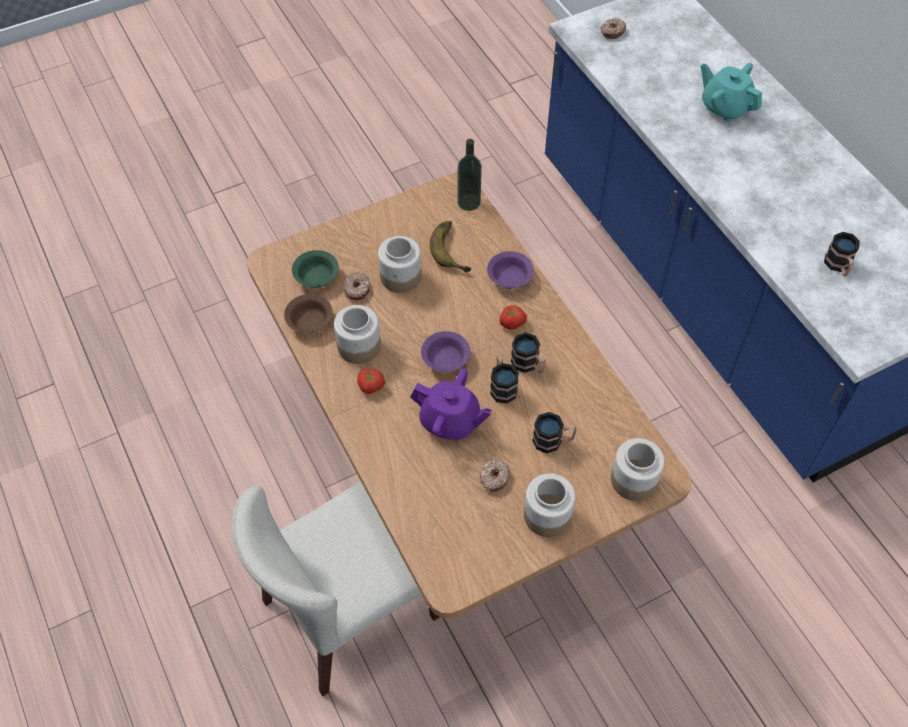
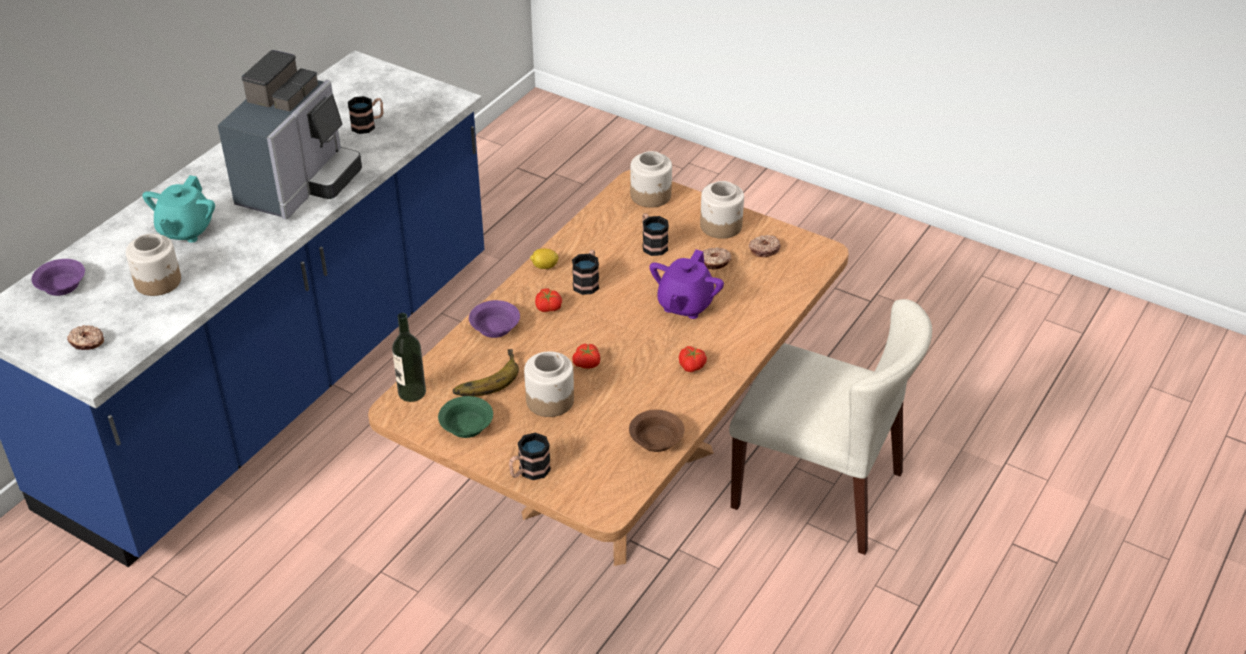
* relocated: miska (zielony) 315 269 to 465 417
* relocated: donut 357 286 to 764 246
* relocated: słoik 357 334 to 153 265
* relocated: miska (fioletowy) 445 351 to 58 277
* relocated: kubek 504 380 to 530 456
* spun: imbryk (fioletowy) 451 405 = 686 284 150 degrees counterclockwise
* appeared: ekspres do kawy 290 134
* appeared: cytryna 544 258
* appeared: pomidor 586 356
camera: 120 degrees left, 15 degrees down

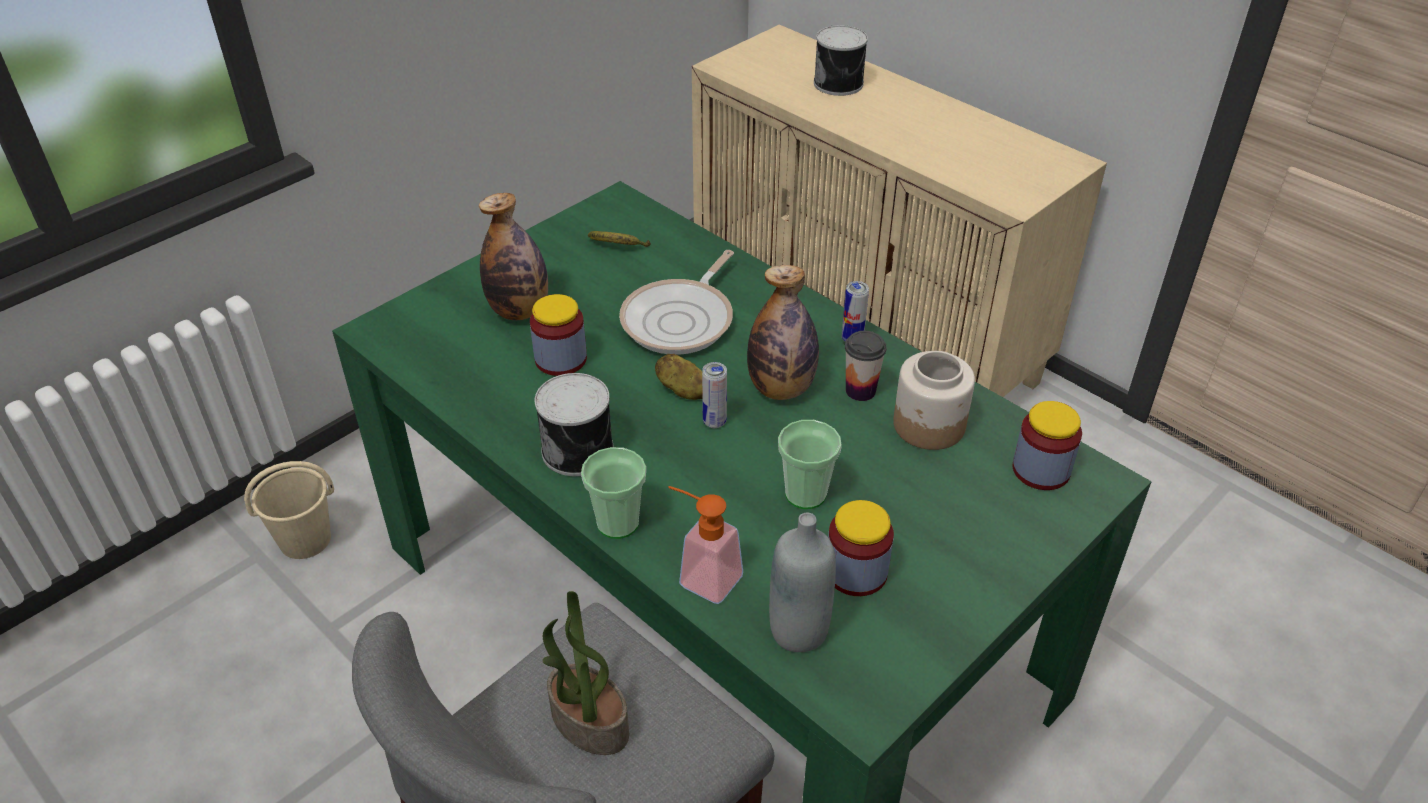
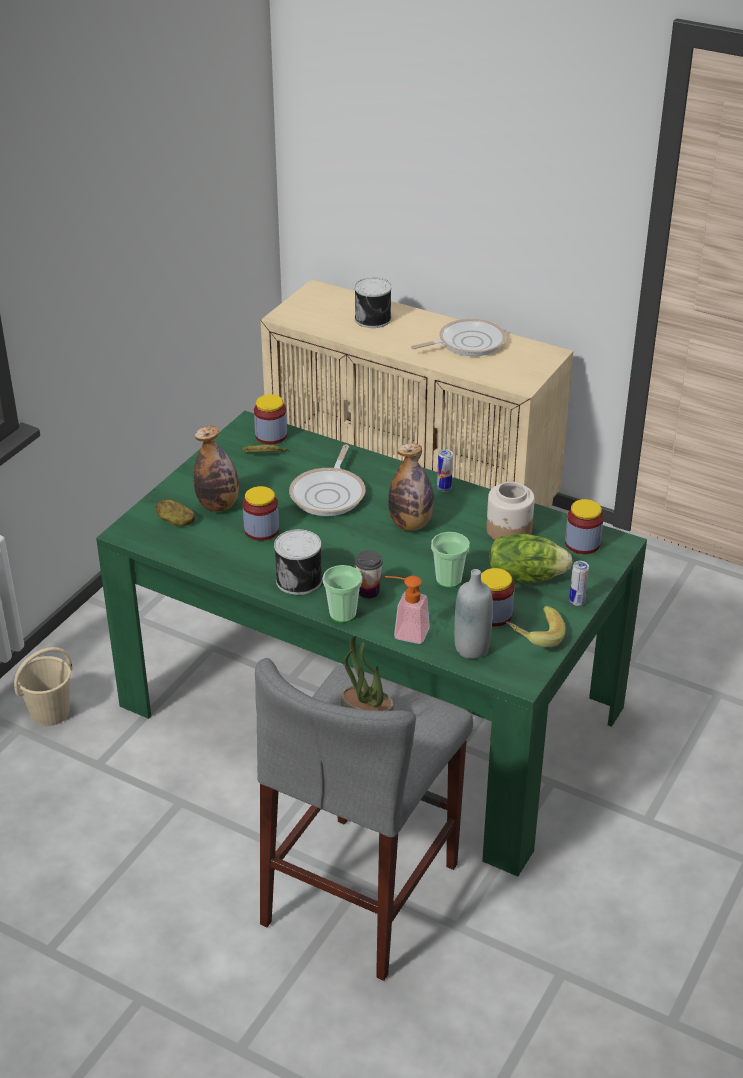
* relocated: filiżanka 866 366 to 369 574
* relocated: ziemniak 678 377 to 175 512
* relocated: puszka 714 395 to 579 583
* appeared: patelnia 458 337
* appeared: słoik 270 419
* appeared: sałata 531 558
* appeared: banan 536 626
camera: 15 degrees left, 5 degrees down

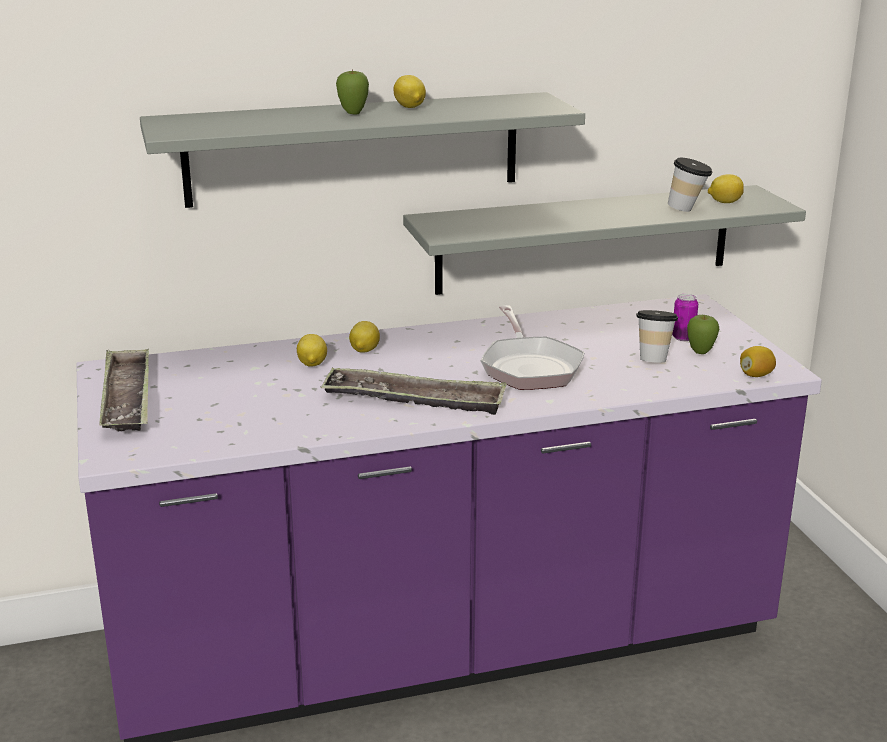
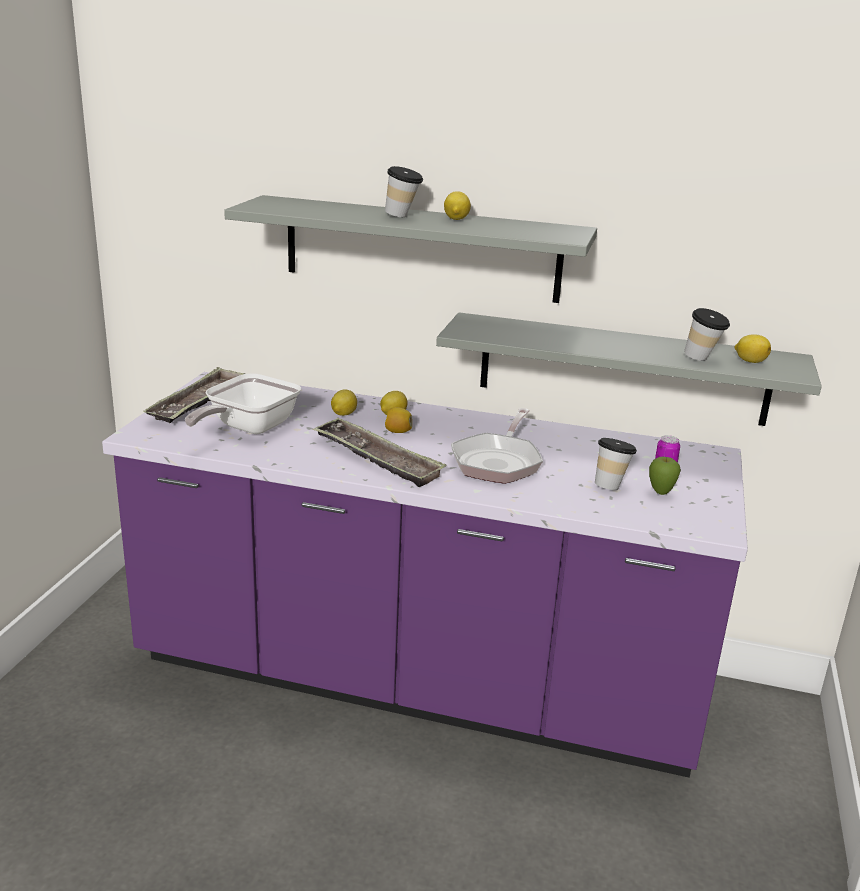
* exchanged: jabłko 352 92 to filiżanka 404 191
* relocated: cytryna 758 361 to 398 420
* appeared: patelnia 243 403
camera: 30 degrees right, 0 degrees up

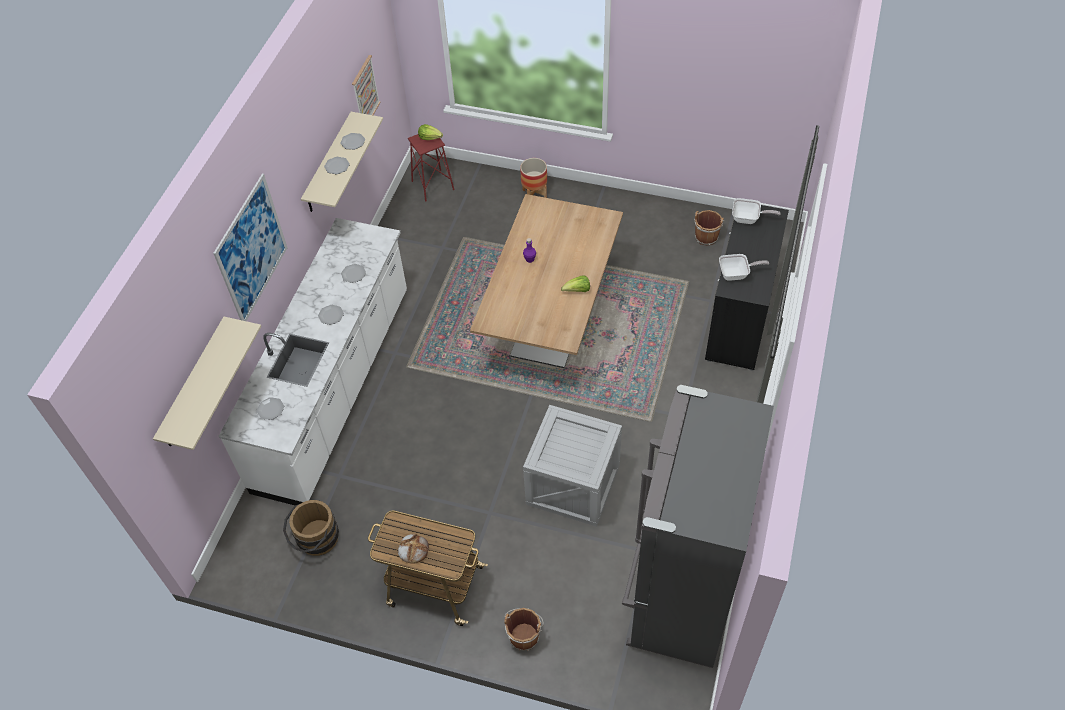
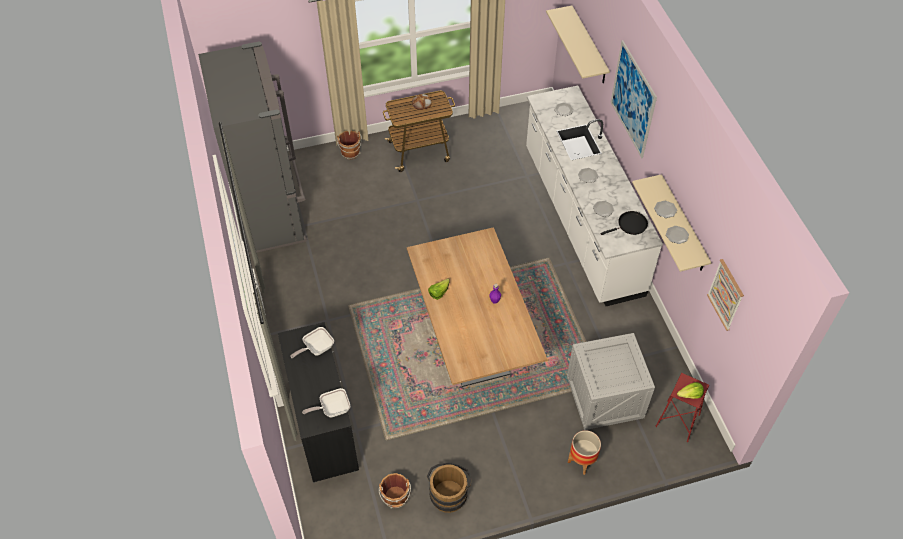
* relocated: skrzynka 572 466 to 611 381
* relocated: wiadro (brązowy) 311 528 to 449 488
* appeared: patelnia (czarny) 624 223
camera: 145 degrees right, 0 degrees up

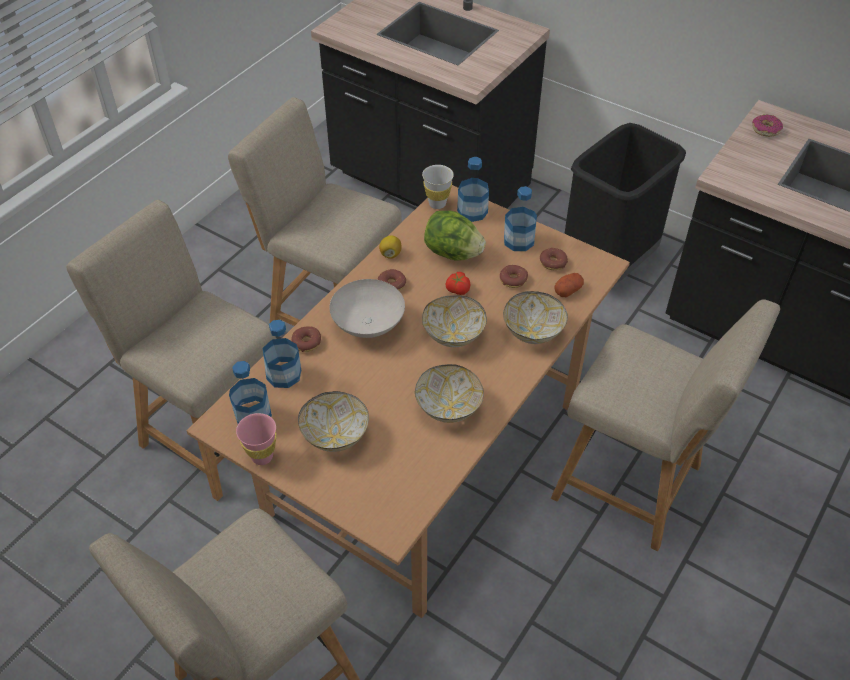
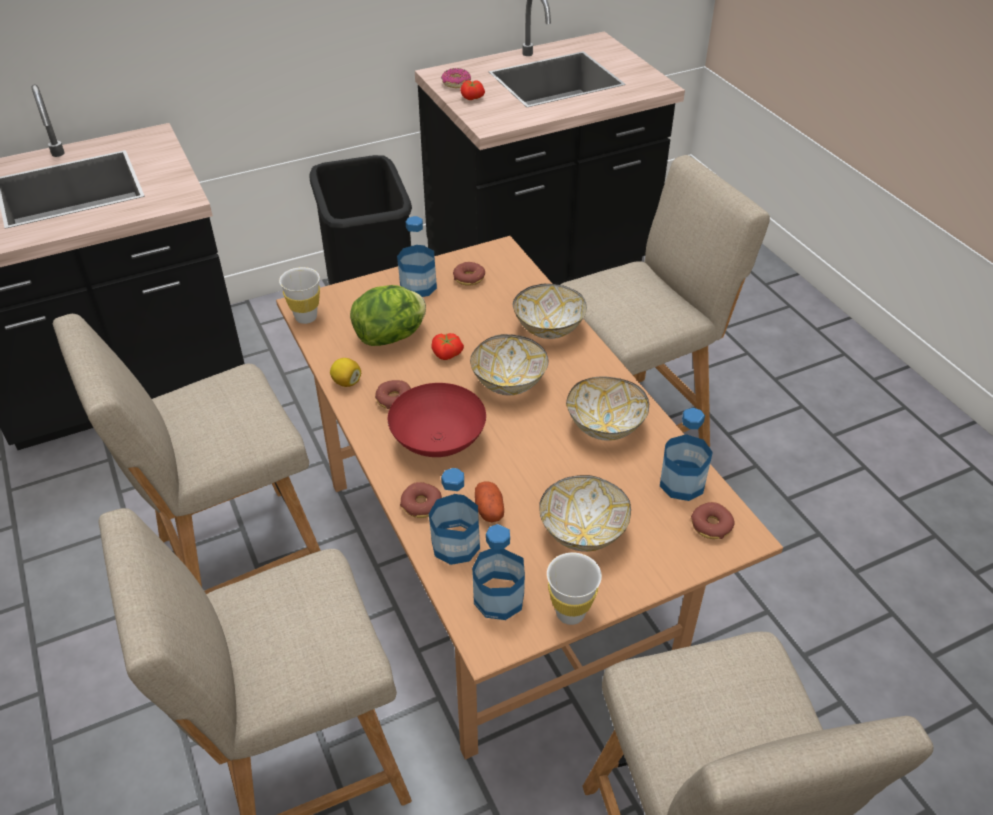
* relocated: butelka 473 189 to 686 454
* relocated: donut 514 276 to 713 520
* relocated: ziemniak 569 285 to 489 501
* colour: miska (biały) 367 308 to miska (czerwony) 437 420
* colour: filiżanka (różowy) 256 439 to filiżanka (biały) 574 589
* appeared: pomidor 472 90
camera: 60 degrees left, 5 degrees down

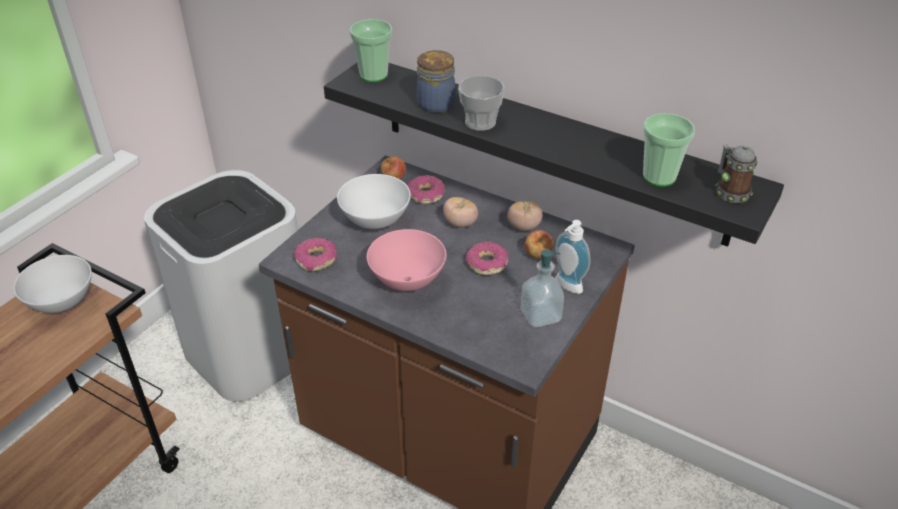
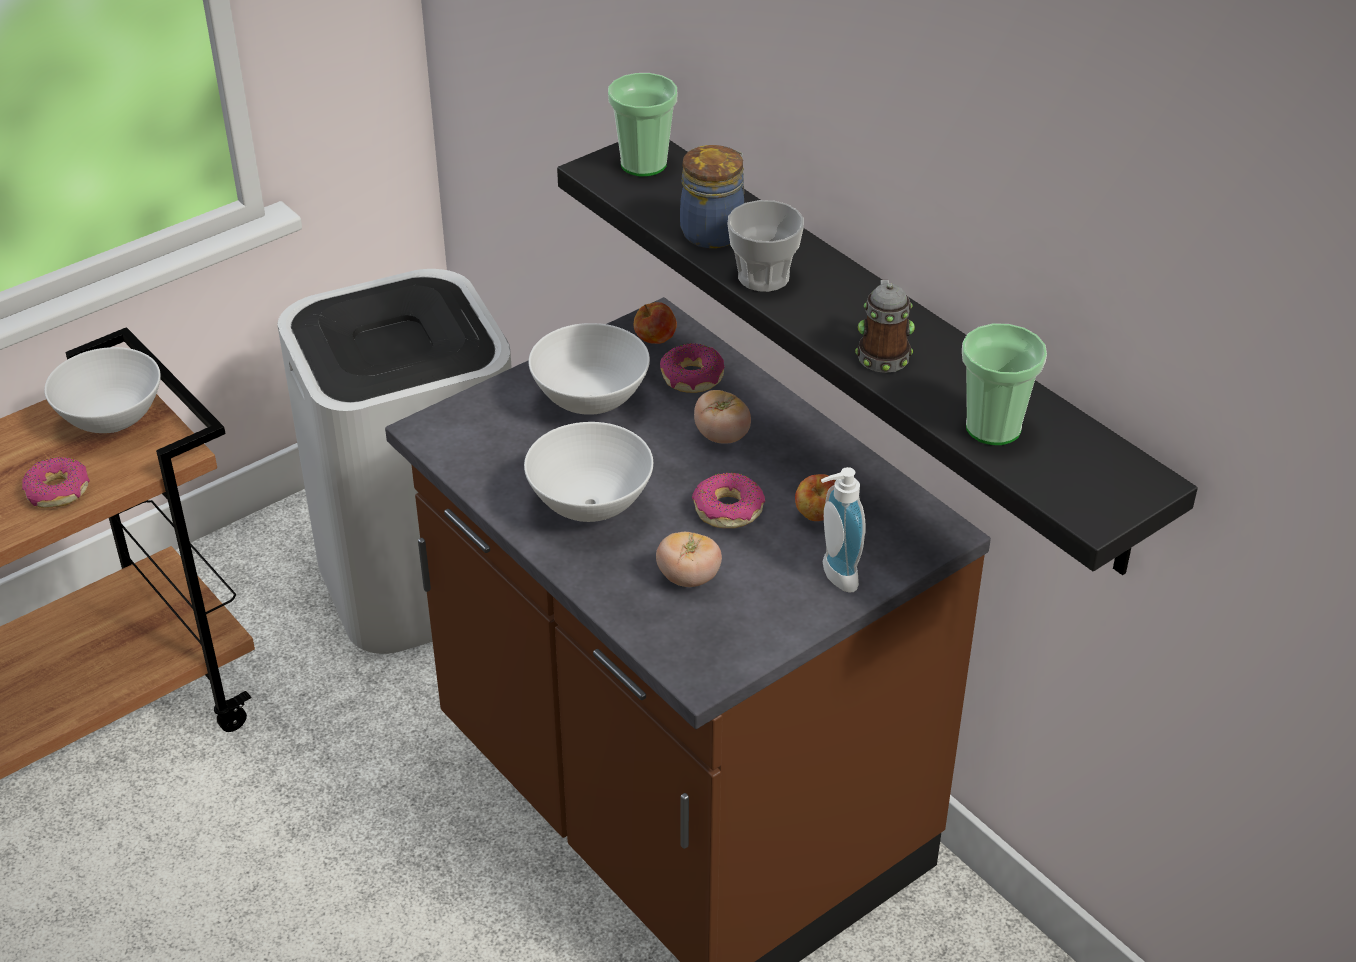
* relocated: kubek 736 174 to 885 326
* relocated: pomidor 525 216 to 689 559
* colour: miska (różowy) 406 260 to miska (biały) 588 472
* relocated: donut 315 255 to 56 482
* missing: dozownik mydła 542 288
camera: 20 degrees right, 0 degrees up

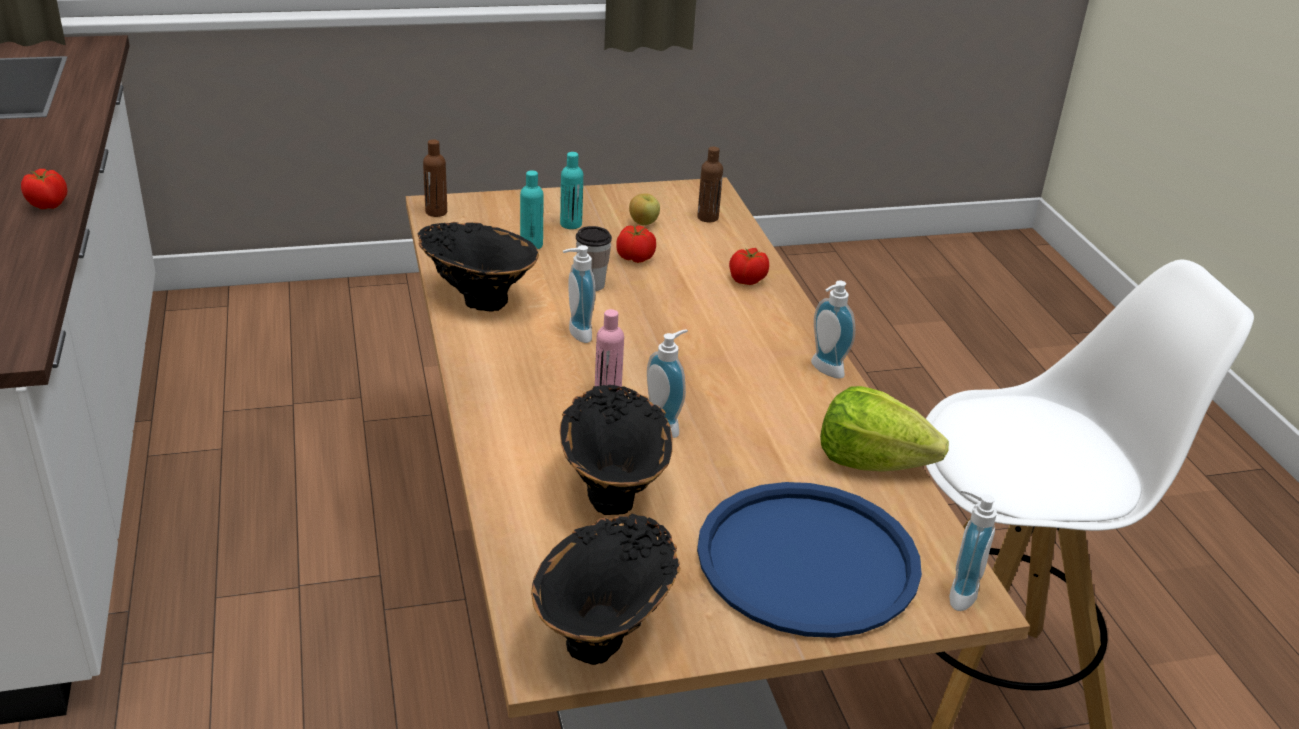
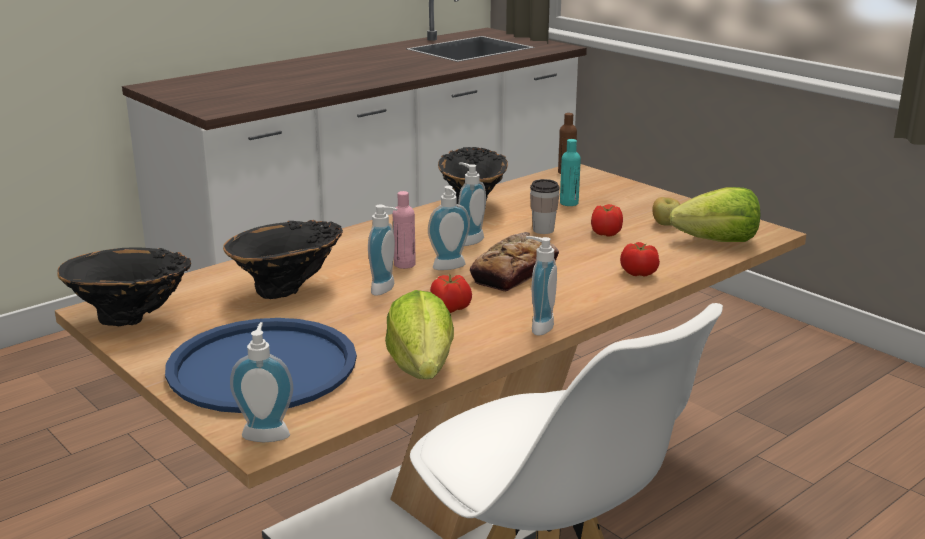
* exchanged: butelka (brązowy) 710 184 to sałata 714 214
* missing: butelka (turkusowy) 571 190
* relocated: pomidor 44 189 to 451 293
* appeared: dozownik mydła 449 228
* appeared: chleb 514 262
camera: 65 degrees right, 10 degrees down

